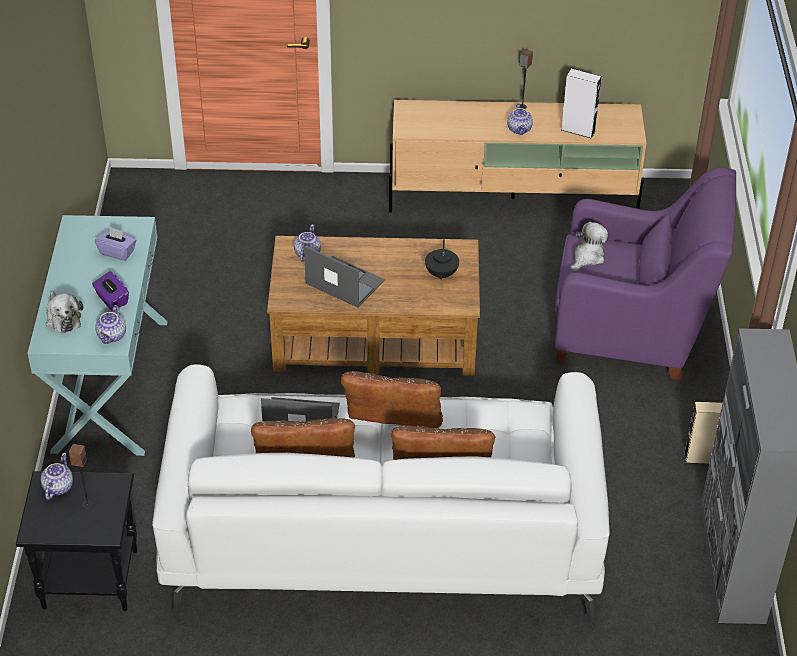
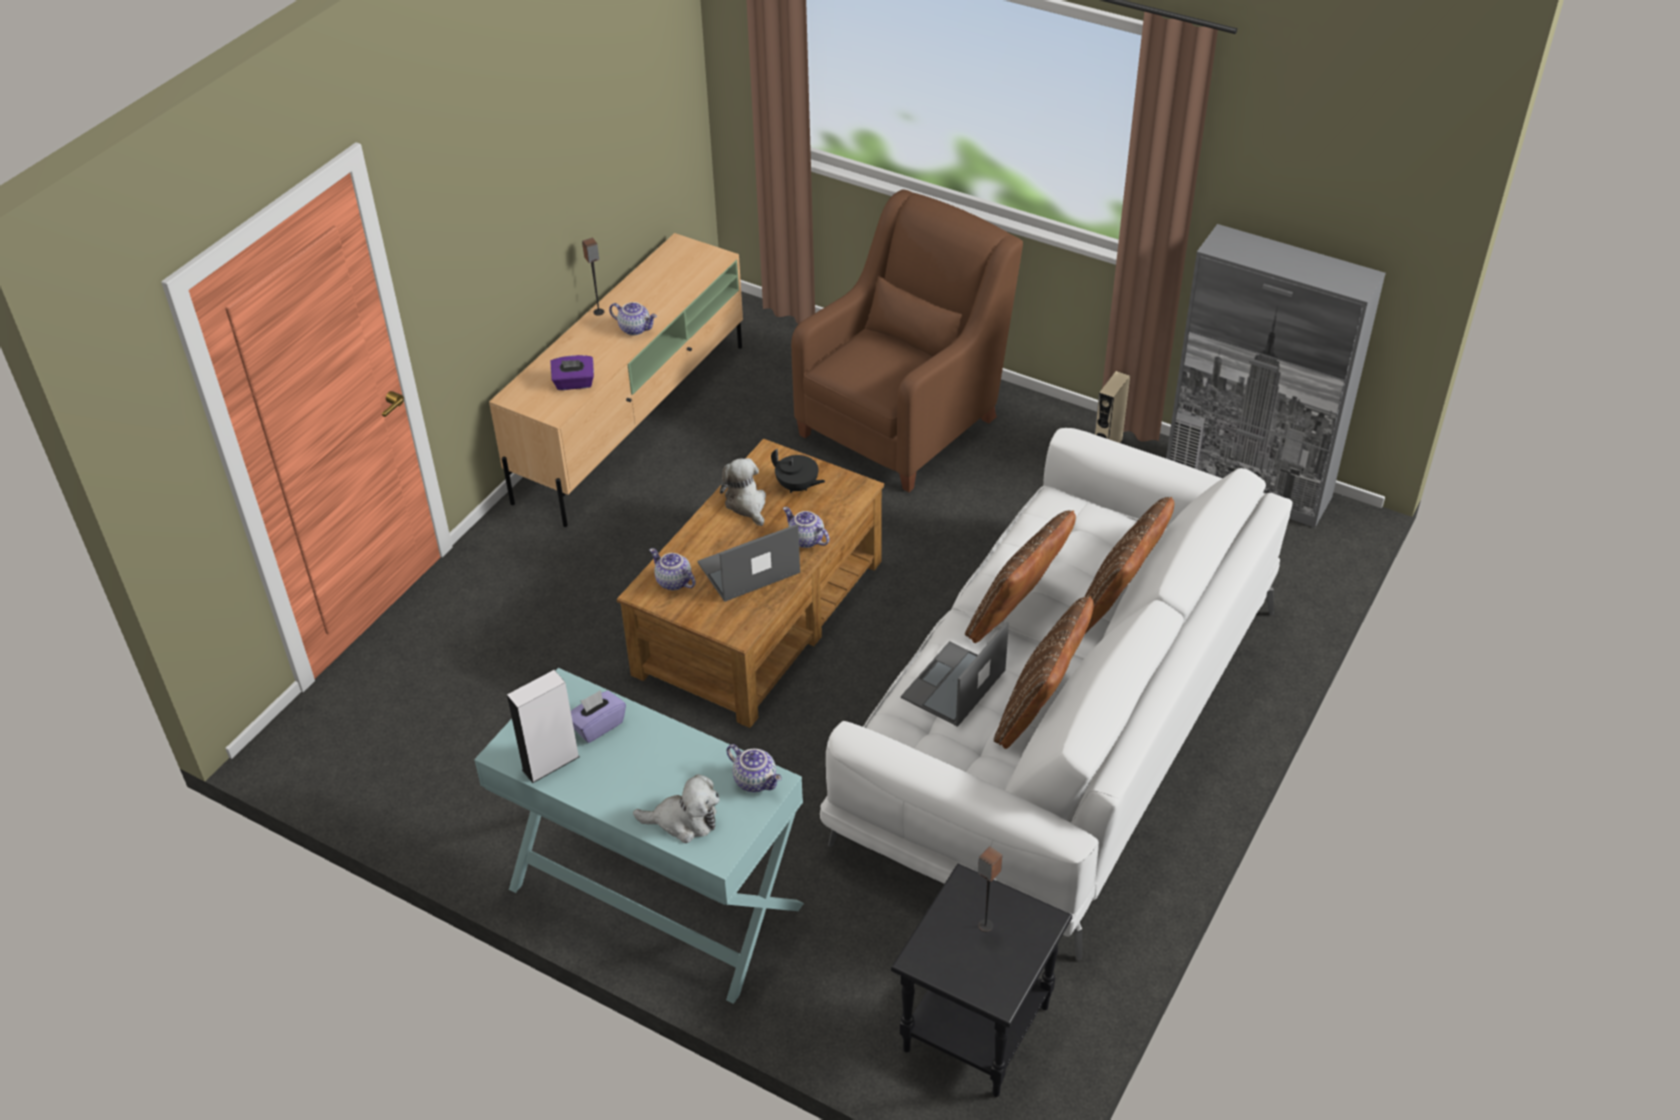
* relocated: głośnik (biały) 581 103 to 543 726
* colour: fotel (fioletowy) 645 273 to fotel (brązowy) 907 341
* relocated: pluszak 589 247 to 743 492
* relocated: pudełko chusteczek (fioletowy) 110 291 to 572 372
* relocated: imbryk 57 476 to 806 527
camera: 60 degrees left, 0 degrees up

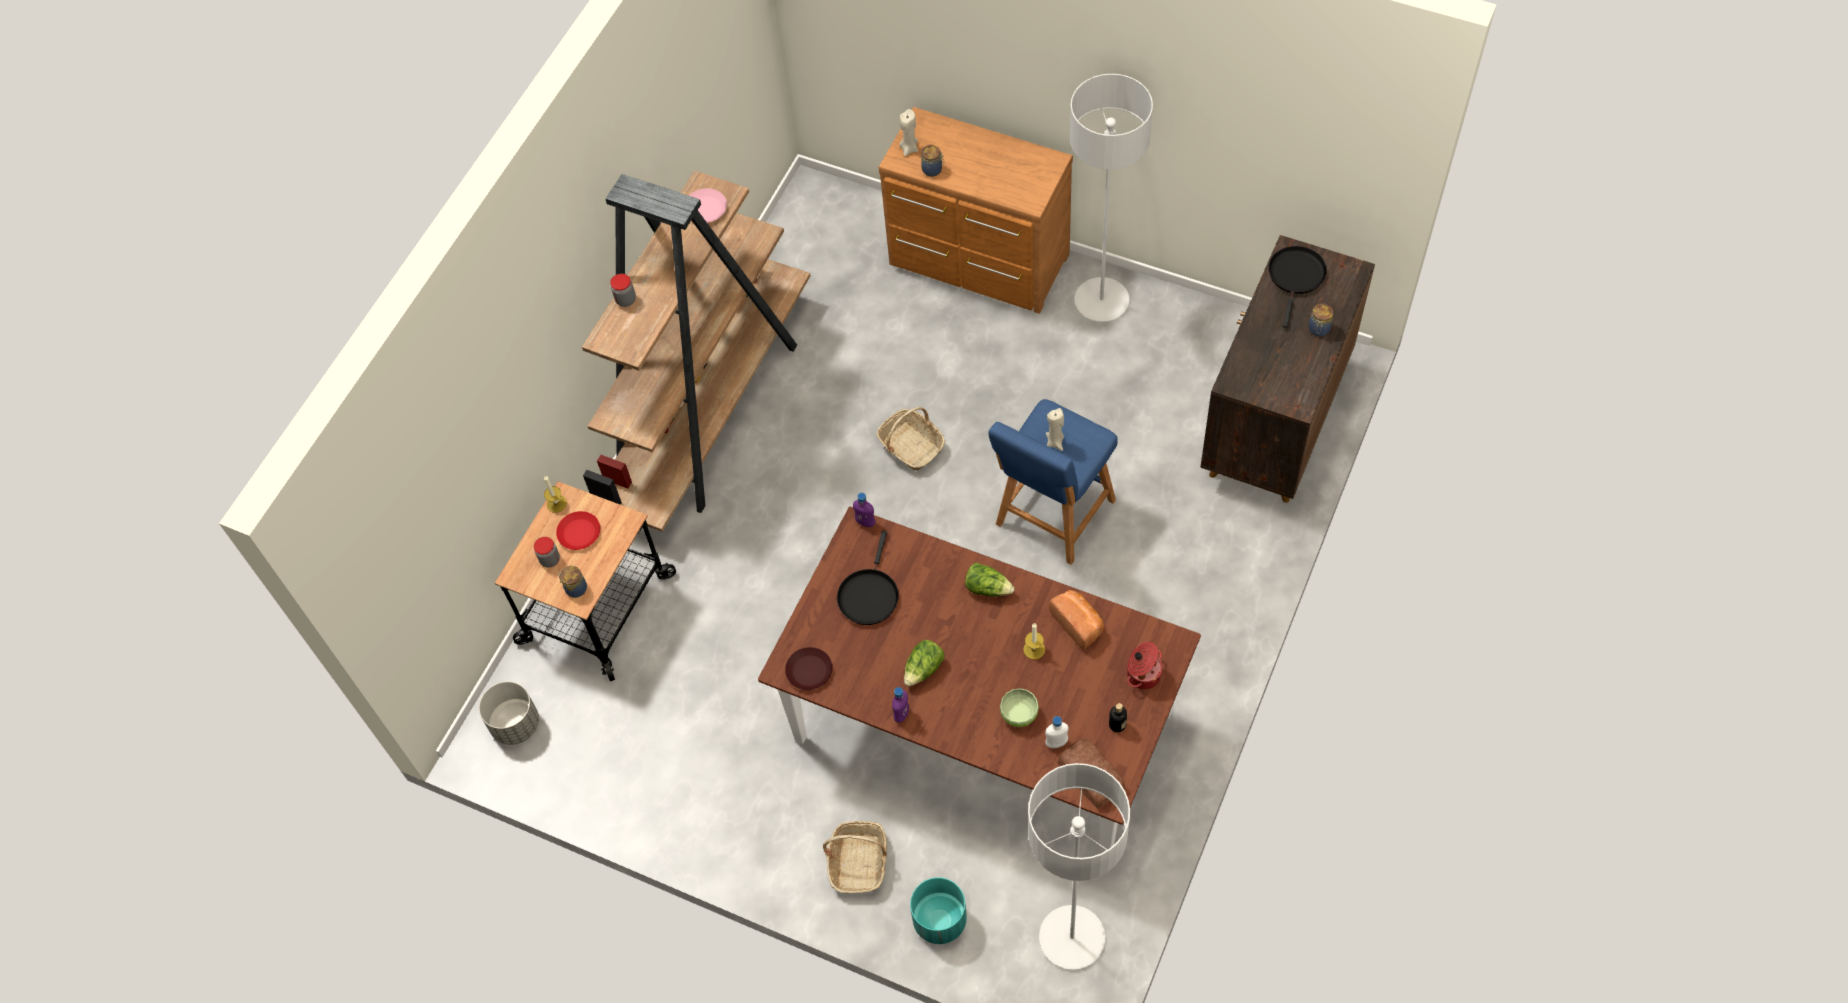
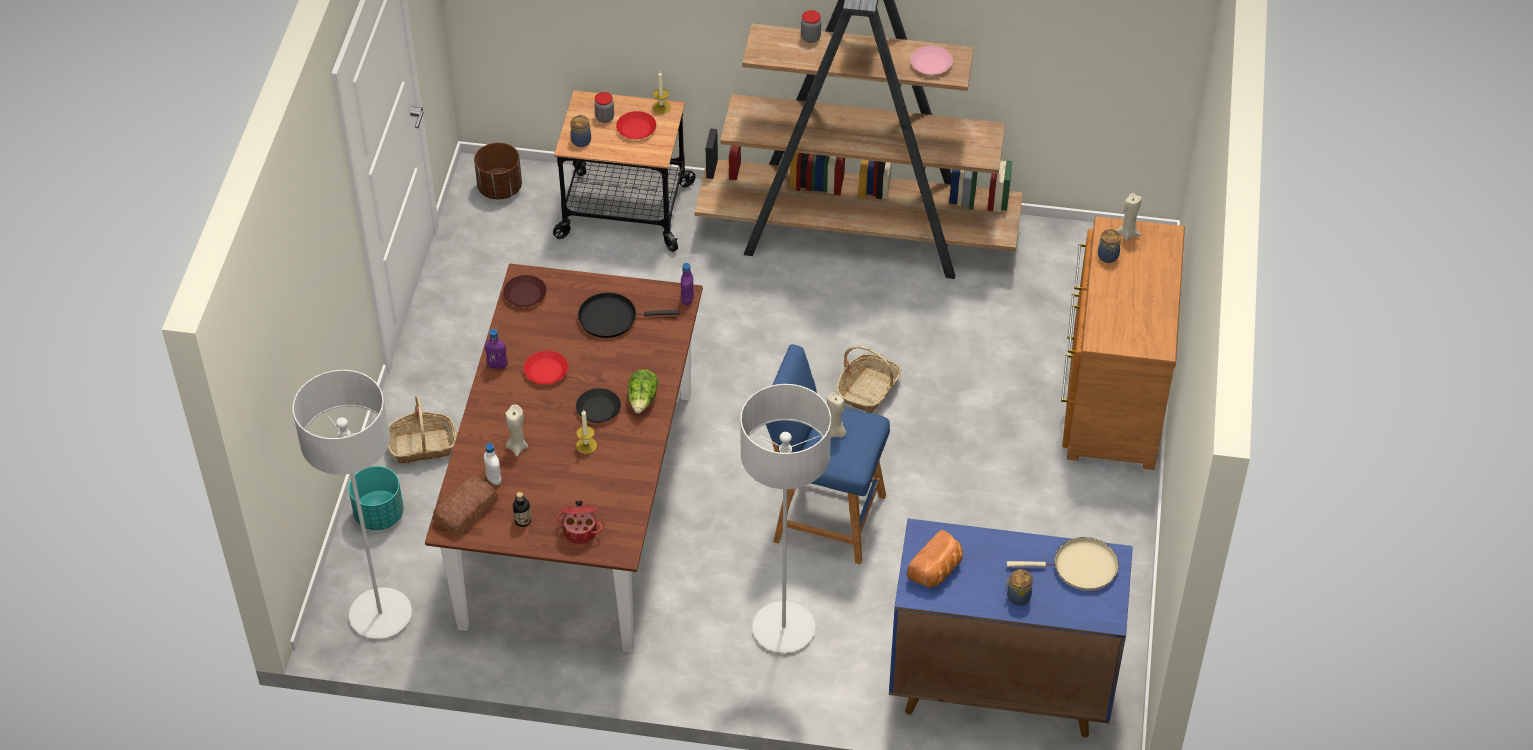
* relocated: lampa stojąca (szary) 1111 198 to 785 518
* colour: szafka (brązowy) 1288 369 to szafka (niebieski) 1011 628
* colour: patelnia (czarny) 1297 287 to patelnia (beżowy) 1063 564
* relocated: chleb 1076 620 to 935 559
* exchanged: sałata 924 663 to talerz (czerwony) 546 367
* colour: donica (szary) 509 713 to donica (brązowy) 498 171
* exchanged: miska (zielony) 1019 707 to świeca (beżowy) 516 430
* appeared: talerz (czarny) 598 405
camera: 70 degrees right, 10 degrees down

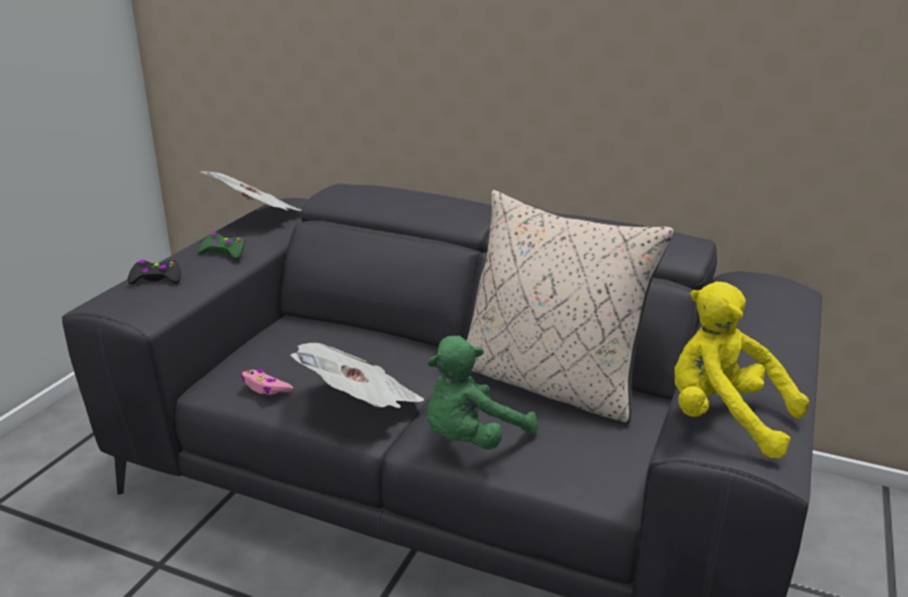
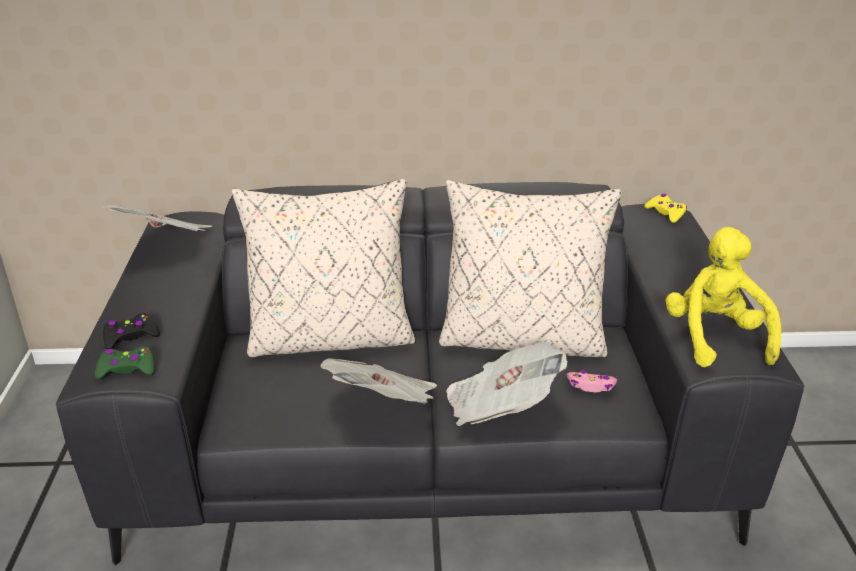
* relocated: pad do gier (zielony) 221 246 to 124 363
* spun: pluszak (żółty) 741 370 = 723 297 75 degrees clockwise
* exchanged: pluszak (zielony) 482 393 to gazeta 506 384
* relocated: pad do gier (różowy) 267 382 to 592 381
* appeared: poduszka (beżowy) 323 268
* appeared: pad do gier (żółty) 665 208
camera: 25 degrees left, 5 degrees up

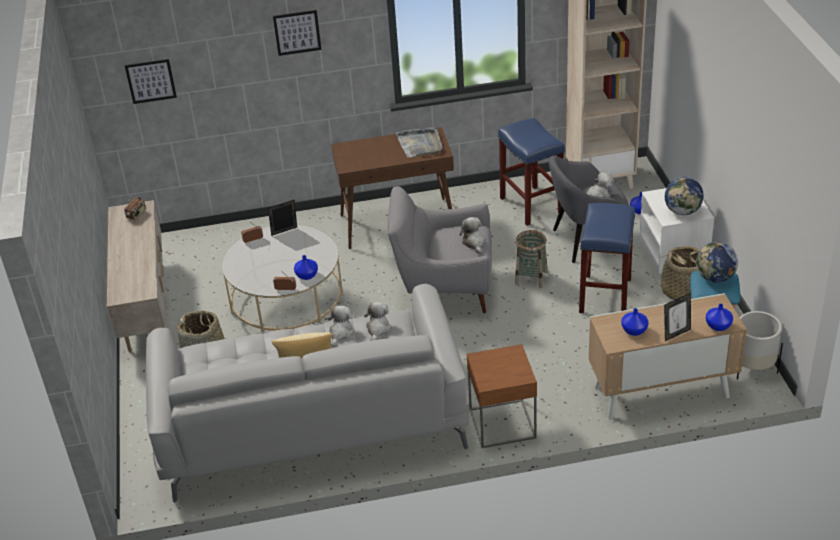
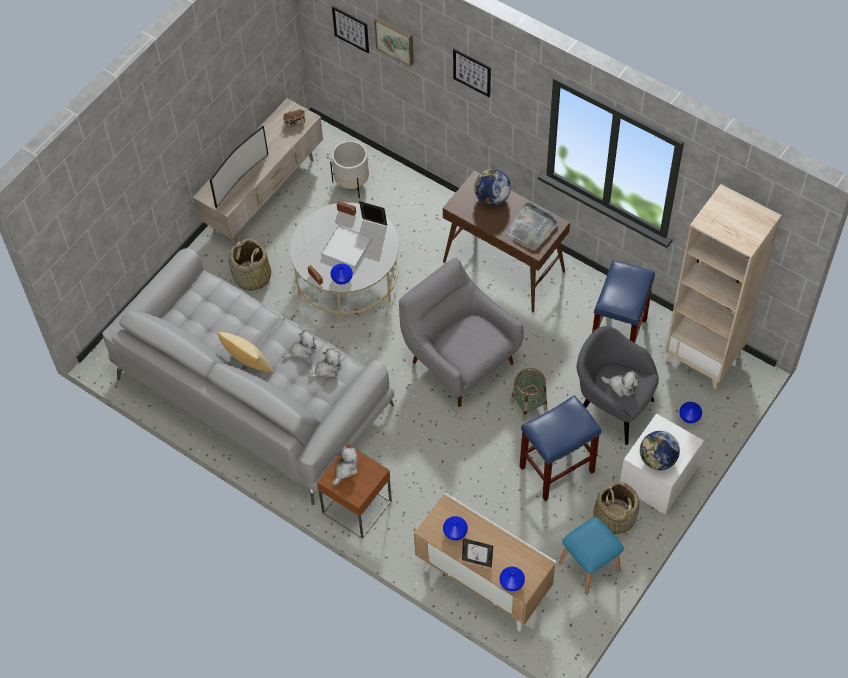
* relocated: pluszak 472 235 to 345 466
* relocated: globus 717 262 to 492 187
* relocated: donica (biały) 760 345 to 349 169
* appeared: obraz 394 41
* appeared: telewizor 239 167
* appeared: taca (biały) 346 247
camera: 45 degrees right, 20 degrees up

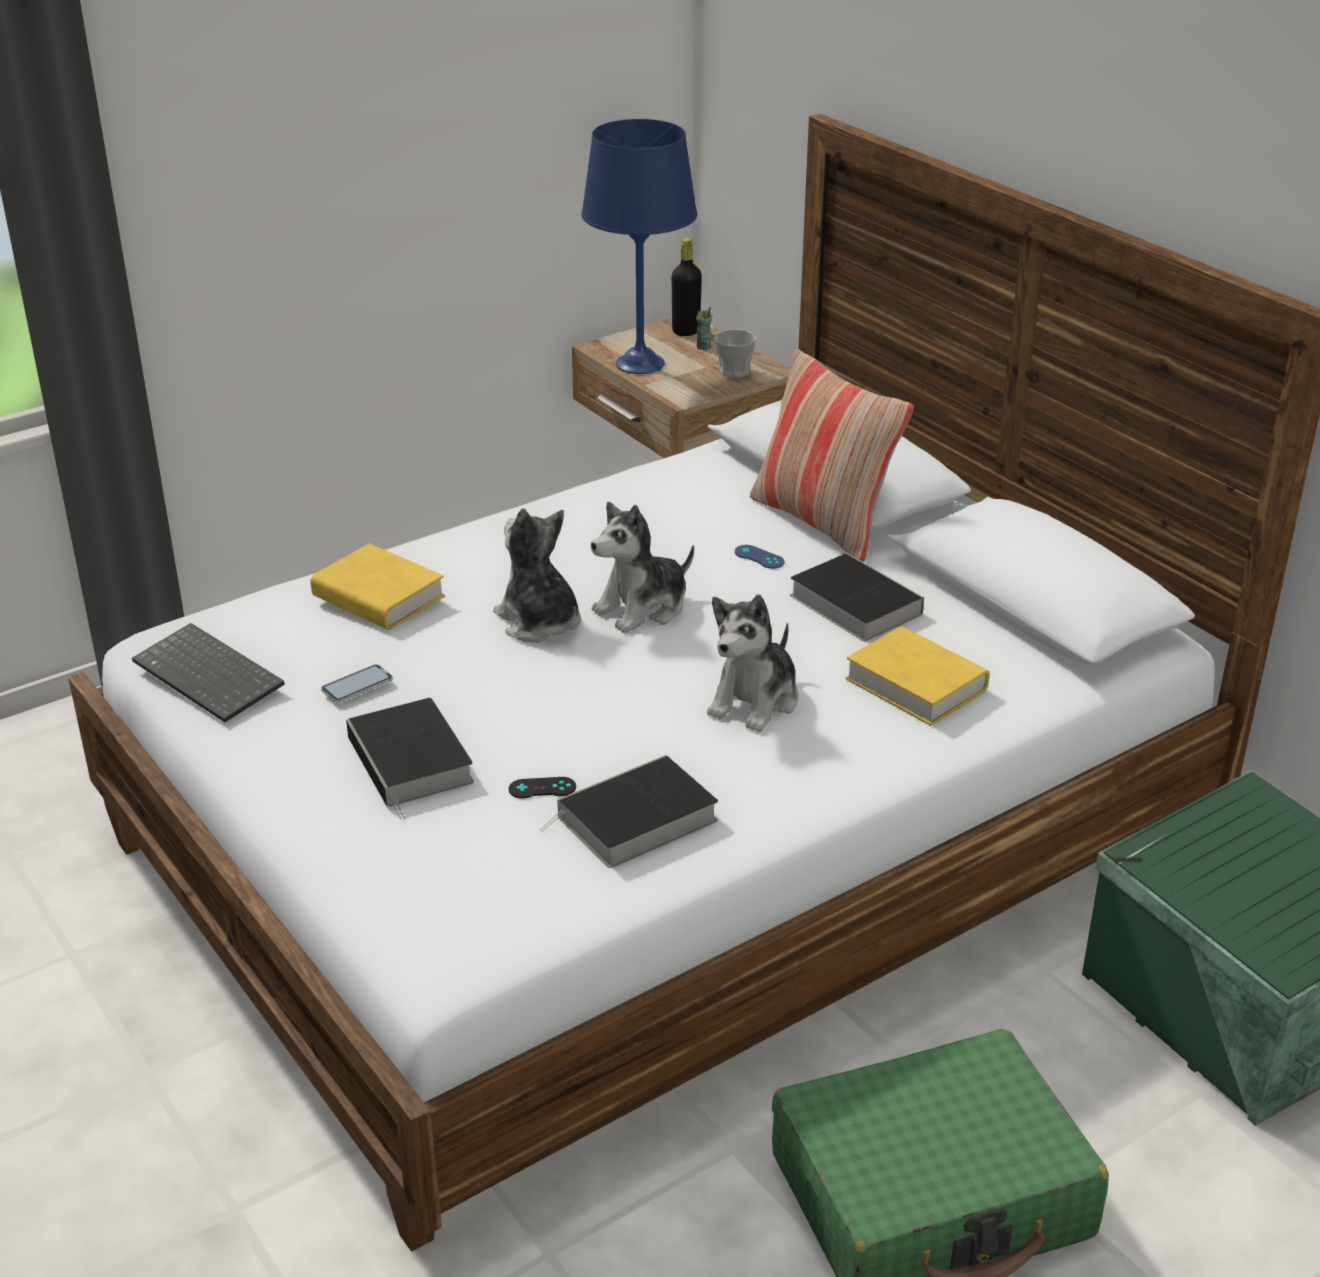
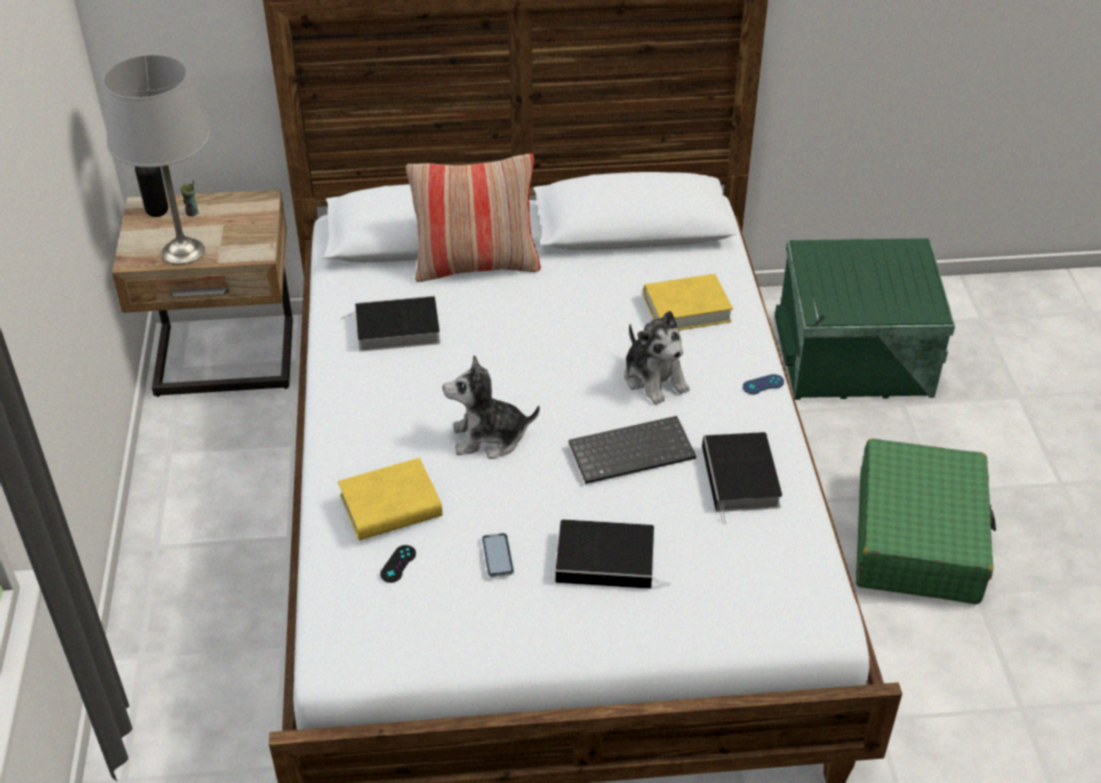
* colour: lampa stołowa (niebieski) 639 246 to lampa stołowa (szary) 156 160
* missing: filiżanka 735 353
* missing: pluszak 642 567
* relocated: pad do gier (niebieski) 759 557 to 763 384
* relocated: książka 857 597 to 391 324
* relocated: klawiatura 208 672 to 632 450
* relocated: pad do gier (czarny) 542 788 to 398 564
camera: 60 degrees left, 10 degrees up

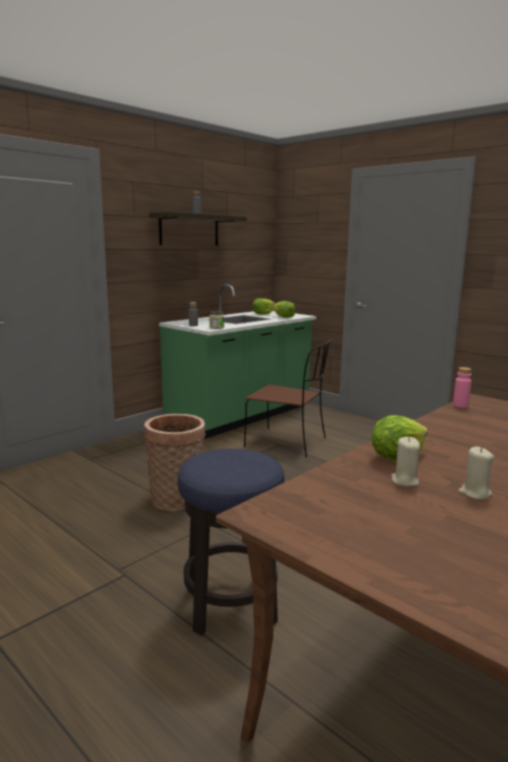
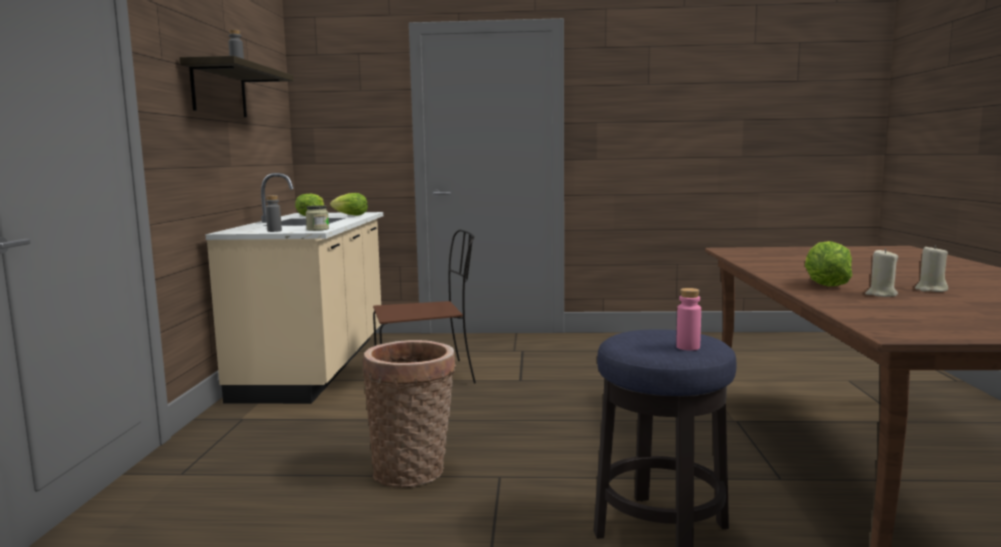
* colour: zabudowa kuchenna (zielony) 237 361 to zabudowa kuchenna (beżowy) 294 288
* relocated: butelka (różowy) 462 387 to 688 319
camera: 40 degrees left, 5 degrees down

